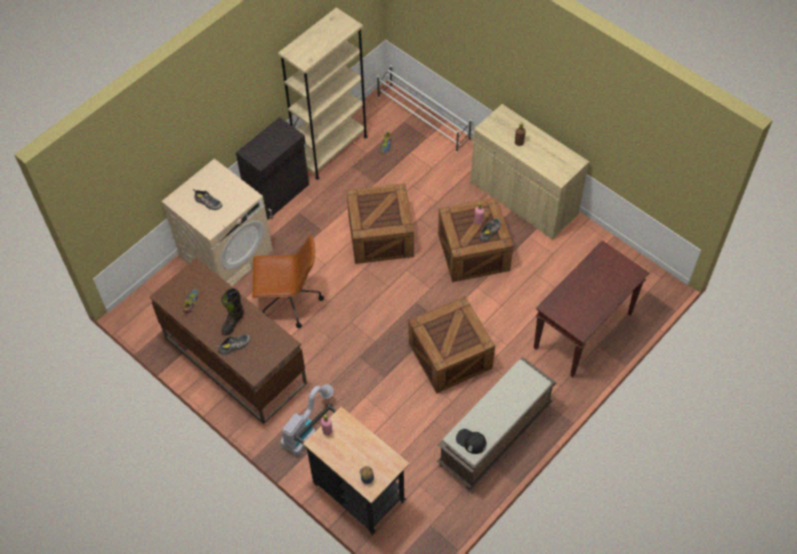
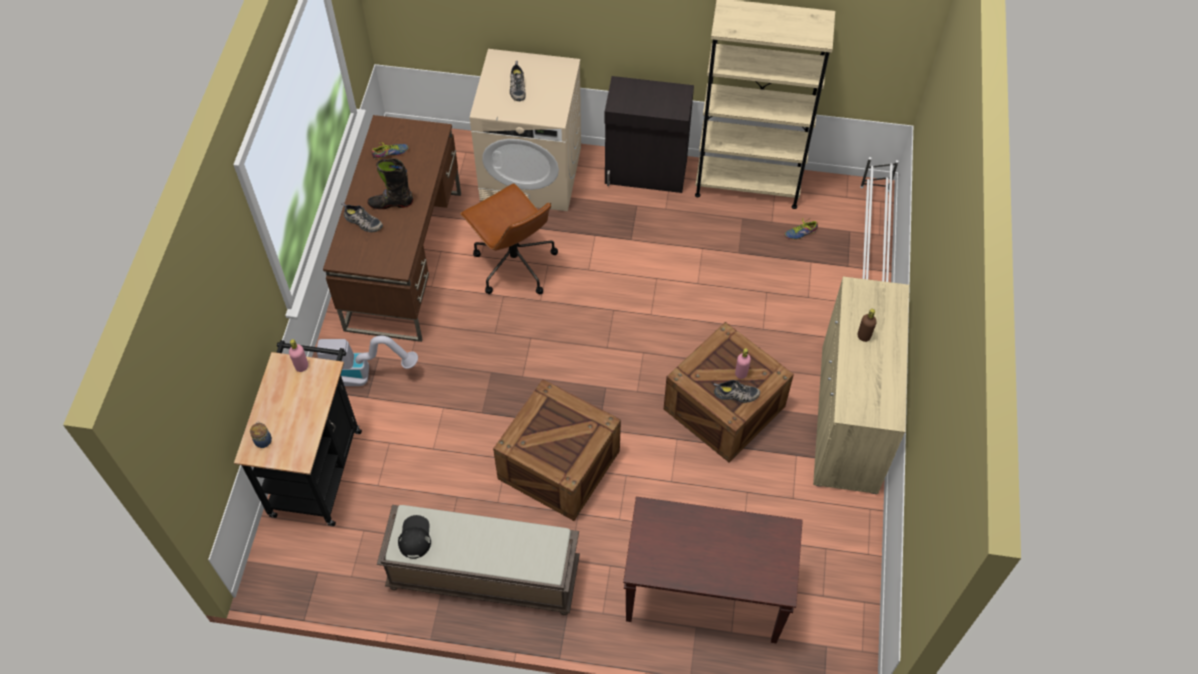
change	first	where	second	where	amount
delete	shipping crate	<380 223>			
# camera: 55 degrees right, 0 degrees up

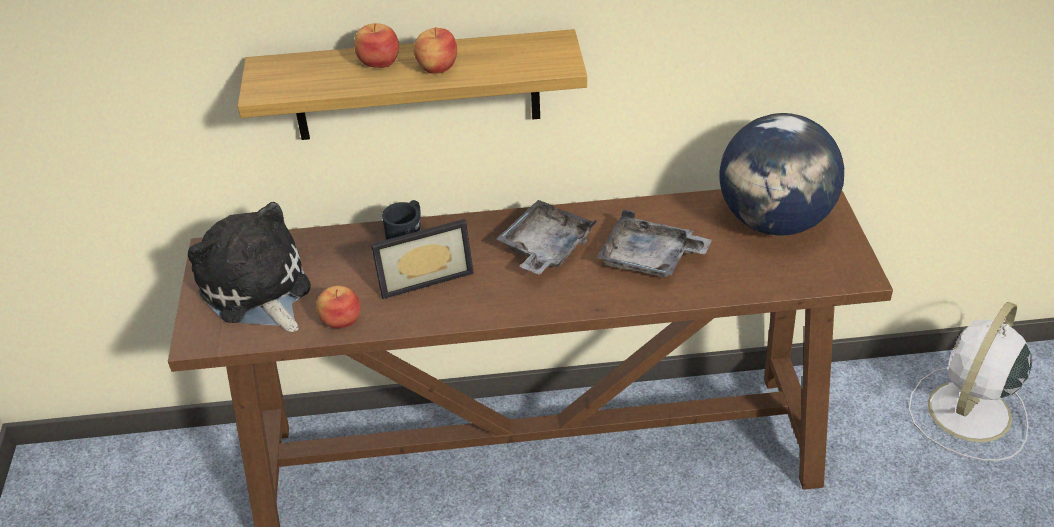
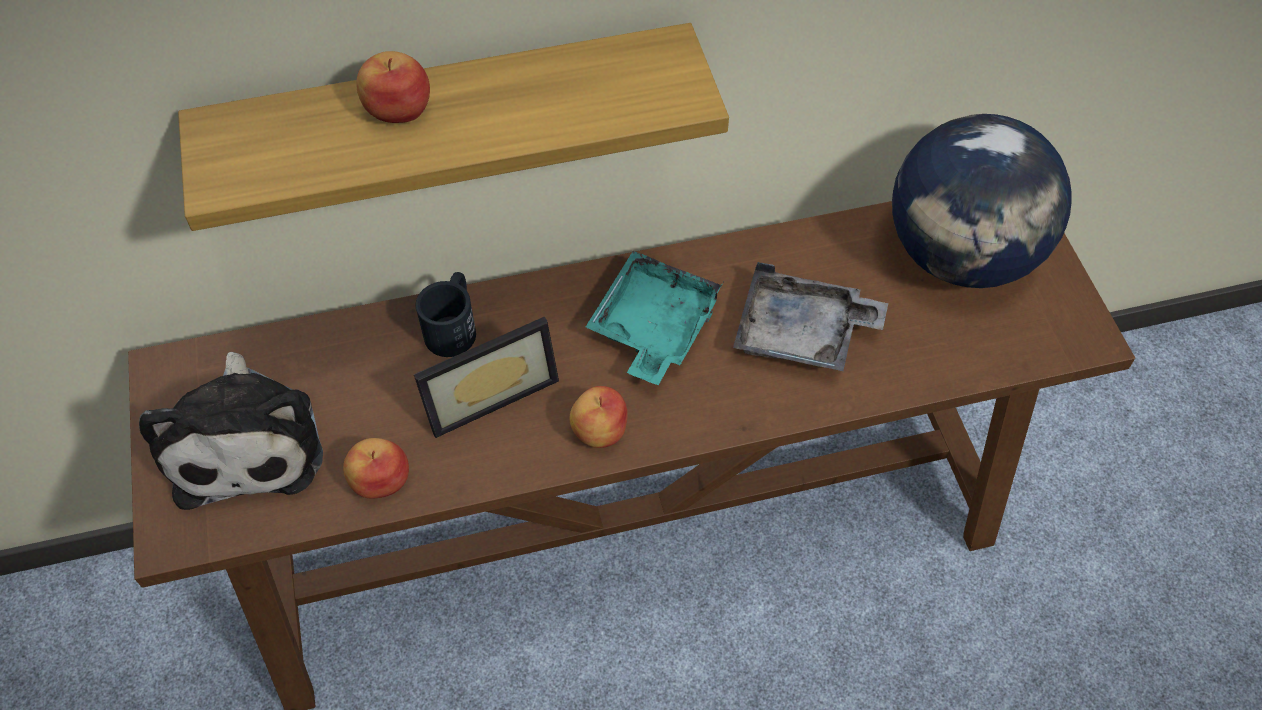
change	first	where	second	where	amount
delete	white fan	<970 381>			
move	apple fruit	<435 50>		<598 417>	
recolor	greyish tray	<546 237>	turquoise-coloured tray	<655 318>	
rotate	soft toy	<249 267>		<231 431>	150 degrees counterclockwise
# camera: 10 degrees left, 15 degrees up

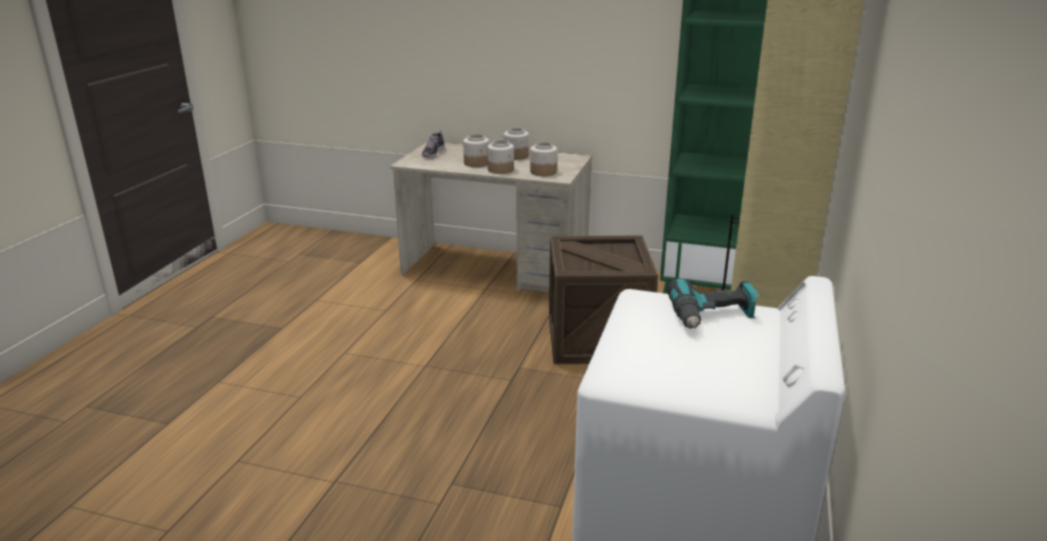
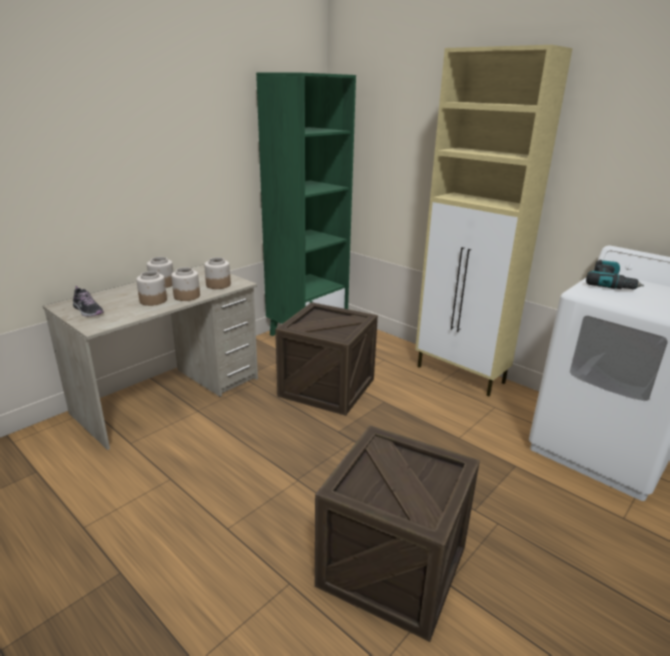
change	first	where	second	where	amount
insert			shipping crate	<397 533>	
# camera: 65 degrees left, 0 degrees up

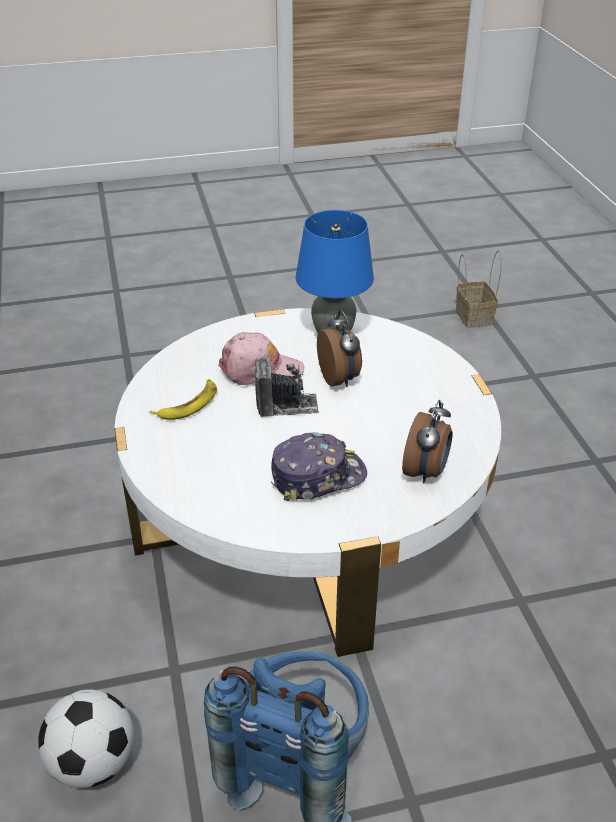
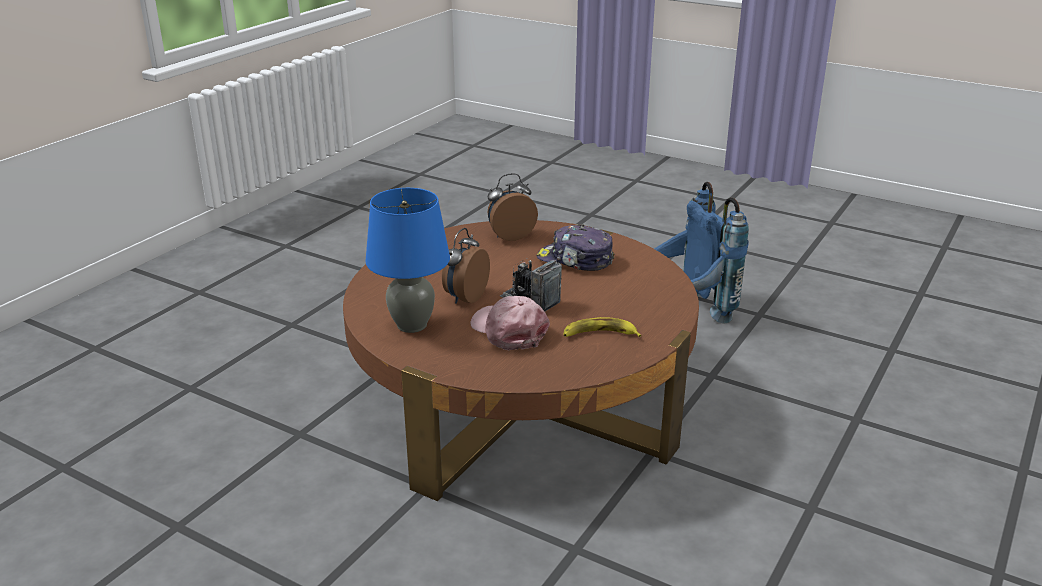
change	first	where	second	where	amount
delete	football ball	<86 738>			
delete	storage basket	<479 289>			
recolor	white low table	<308 482>	brownish low table	<521 360>	
# camera: 135 degrees left, 10 degrees down

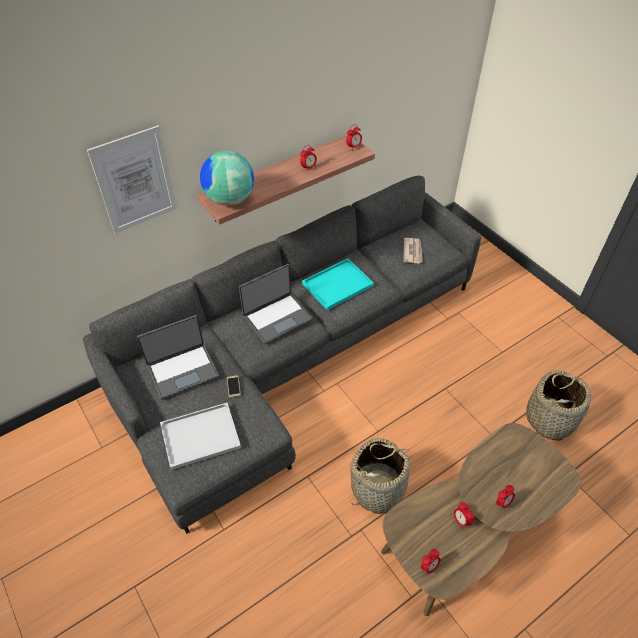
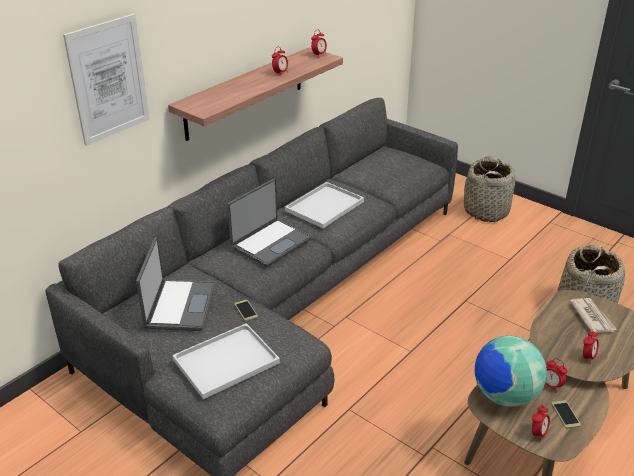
change	first	where	second	where	amount
insert			handset	<566 414>	
move	desk globe	<227 178>		<511 371>	
move	storage basket	<381 476>		<489 189>	
move	daily paper	<413 251>		<593 315>	
recolor	turquoise-coloured tray	<338 284>	white tray	<324 205>	
rotate	portable computer	<178 357>		<175 284>	45 degrees counterclockwise
# camera: 15 degrees left, 15 degrees down

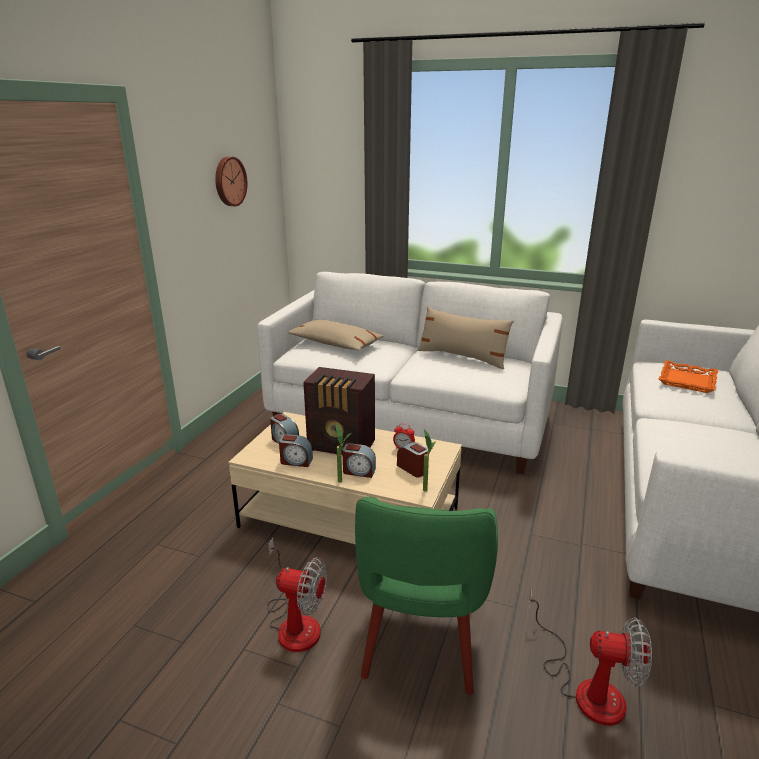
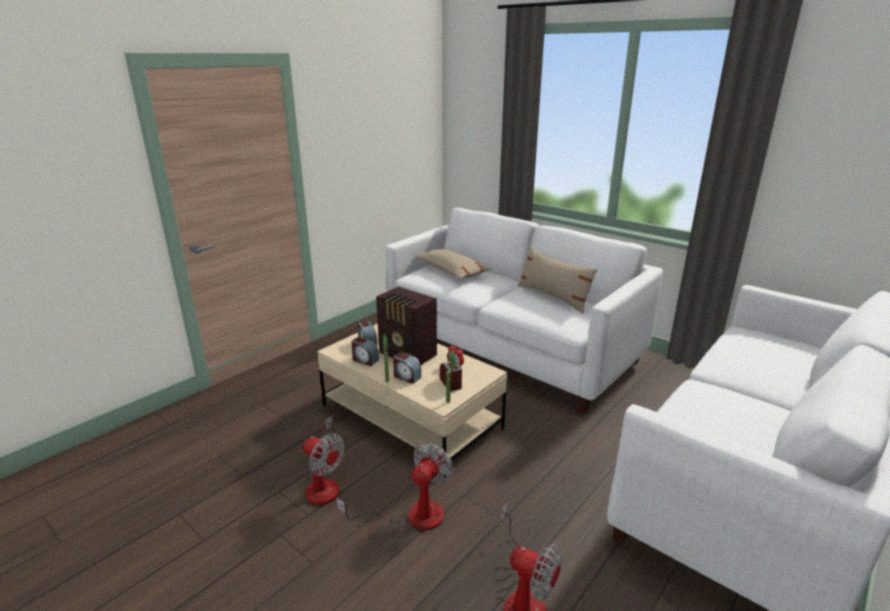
change	first	where	second	where	amount
delete	hanging clock	<231 181>			
delete	orangey tray	<688 376>			
replace	greenish easy chair	<426 595>	fan	<394 489>	
# camera: 20 degrees right, 0 degrees up

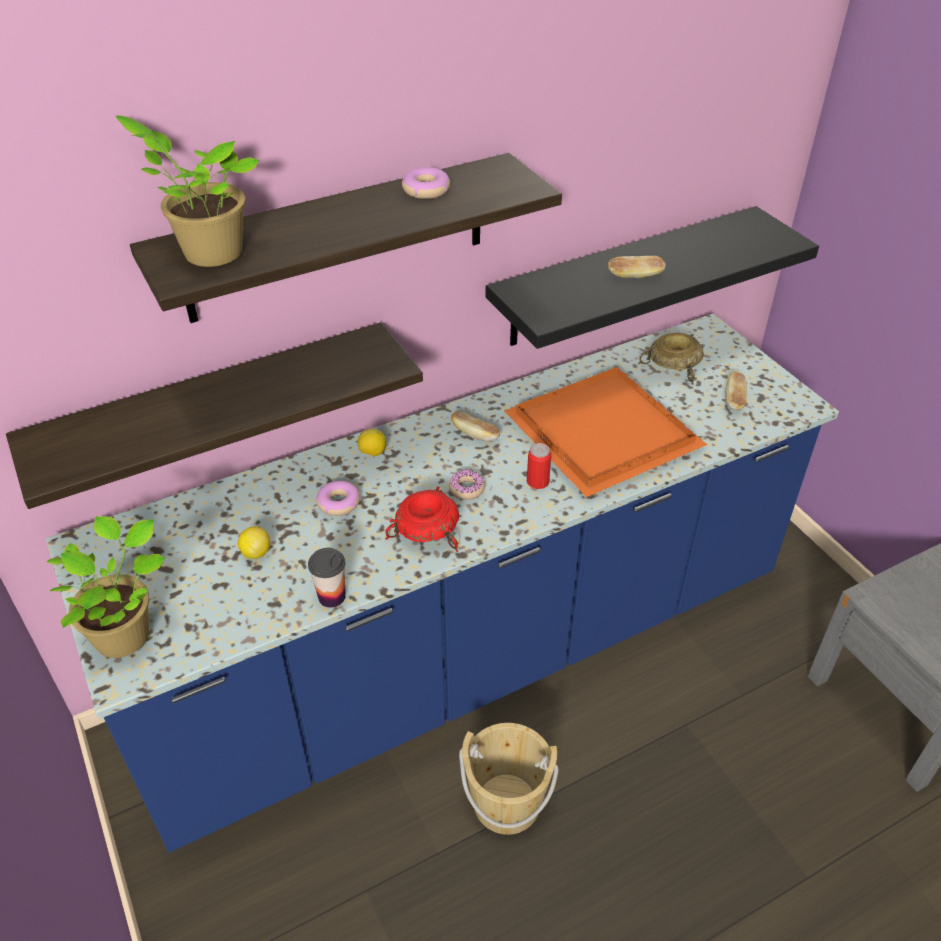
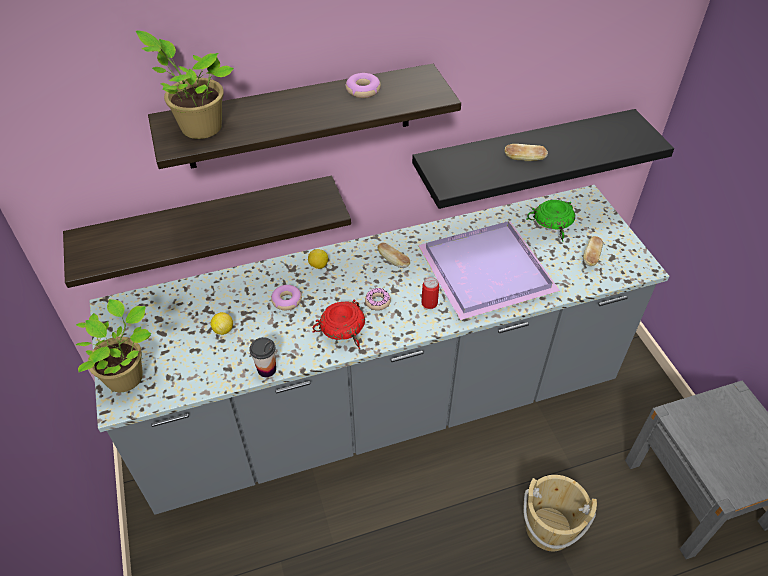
change	first	where	second	where	amount
move	beige-coloured pail	<509 779>		<560 513>	
recolor	blue counter	<442 583>	greyish counter	<379 350>	
recolor	orangey tray	<605 432>	purple tray	<489 270>	
recolor	beige-coloured serving bowl	<671 359>	greenish serving bowl	<550 221>	
# camera: 10 degrees right, 5 degrees up

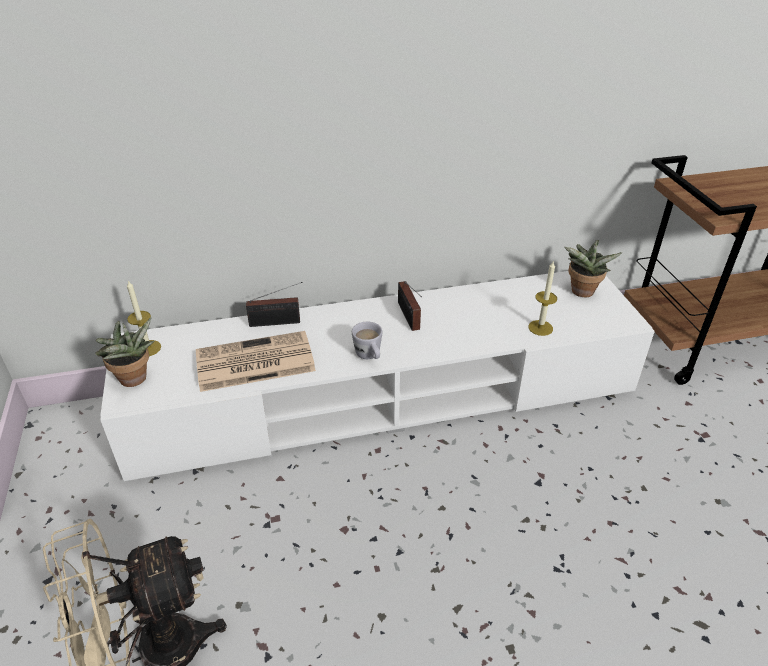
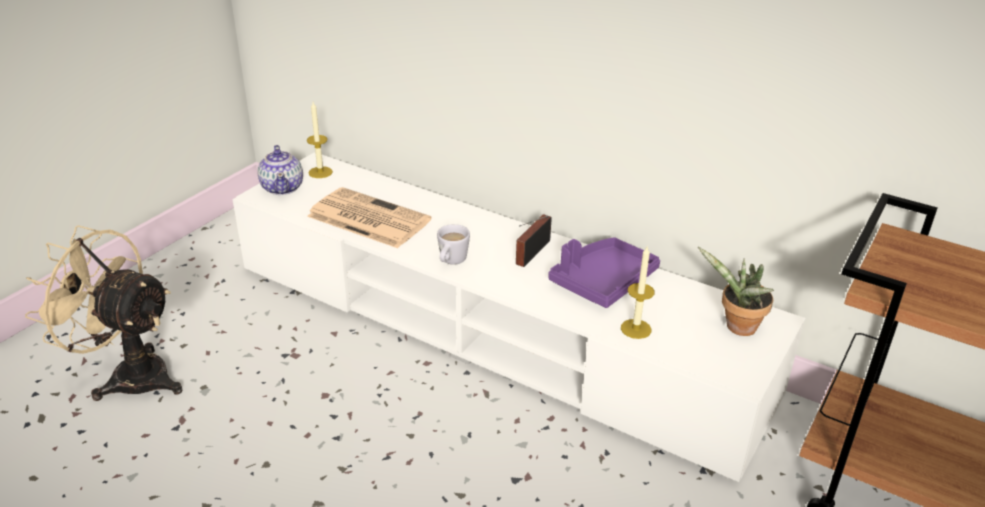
change	first	where	second	where	amount
delete	radio set	<274 304>			
insert			purple tray	<604 272>	
replace	plant in a pot	<124 352>	pot for tea	<280 170>	
# camera: 45 degrees right, 5 degrees down

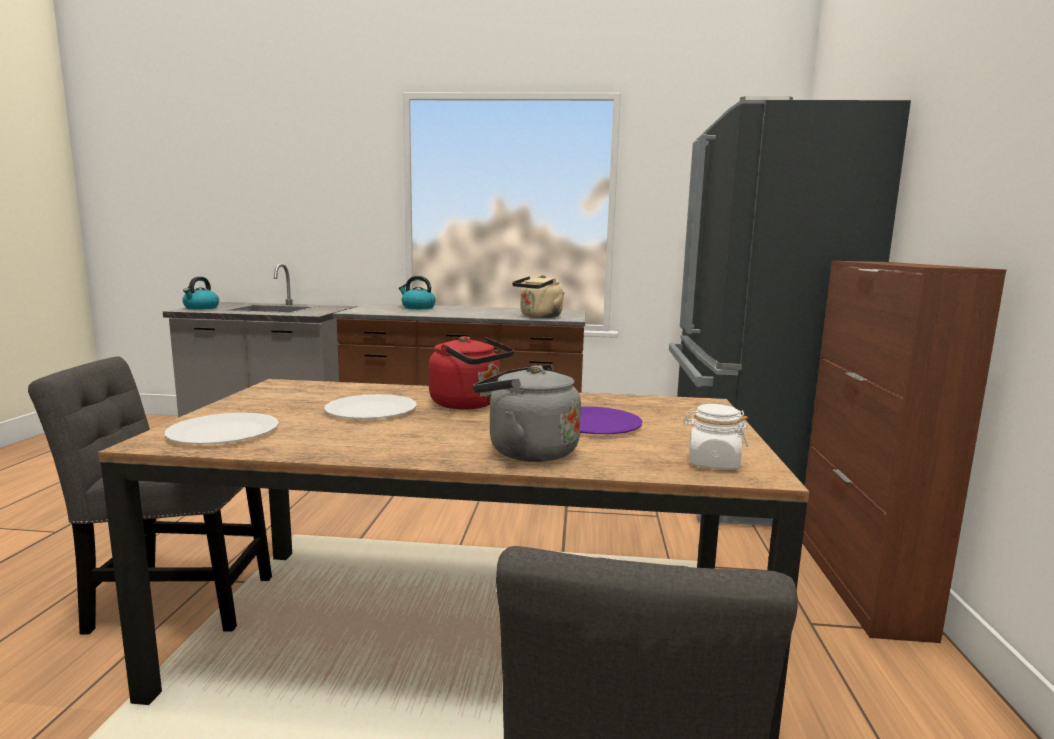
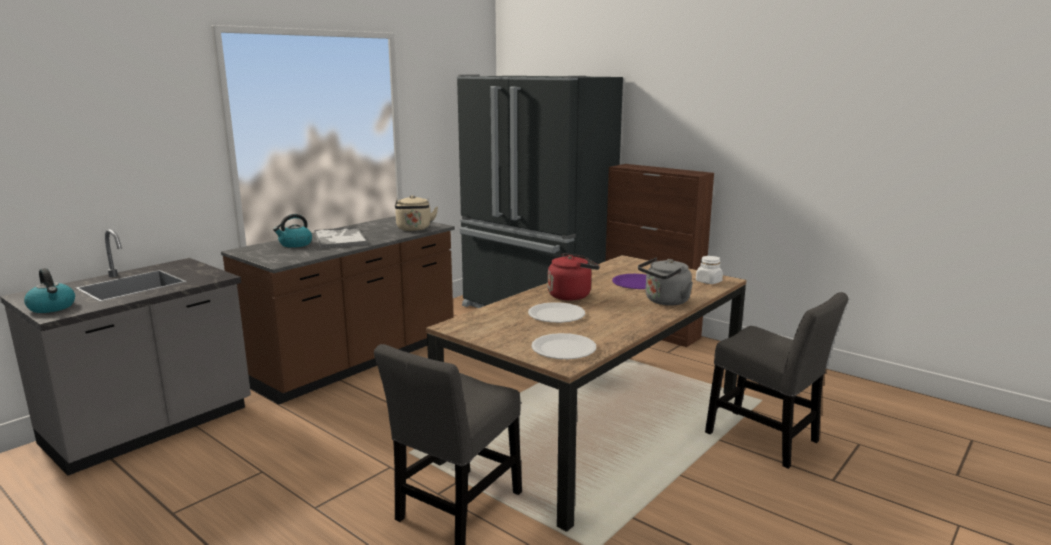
change	first	where	second	where	amount
insert			tray	<341 238>	
# camera: 55 degrees left, 5 degrees up

